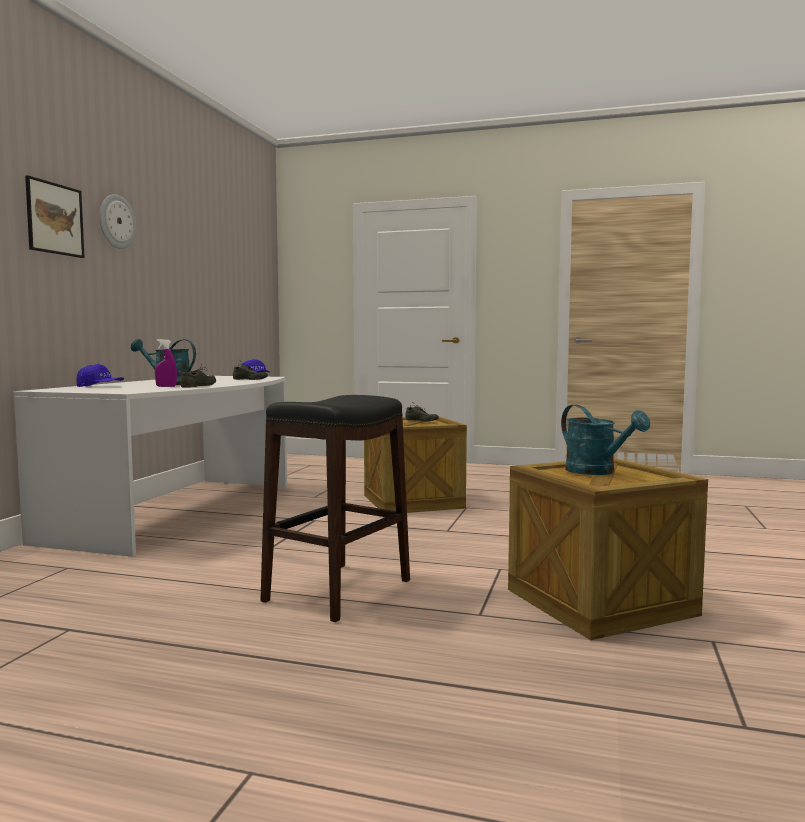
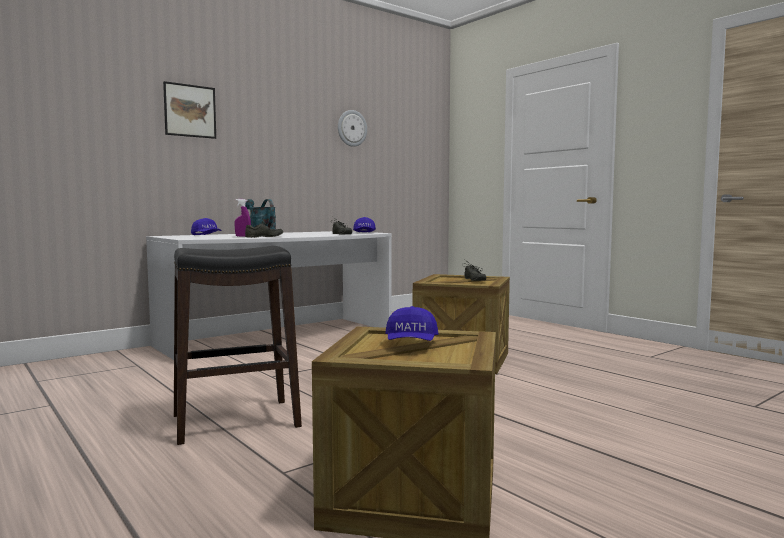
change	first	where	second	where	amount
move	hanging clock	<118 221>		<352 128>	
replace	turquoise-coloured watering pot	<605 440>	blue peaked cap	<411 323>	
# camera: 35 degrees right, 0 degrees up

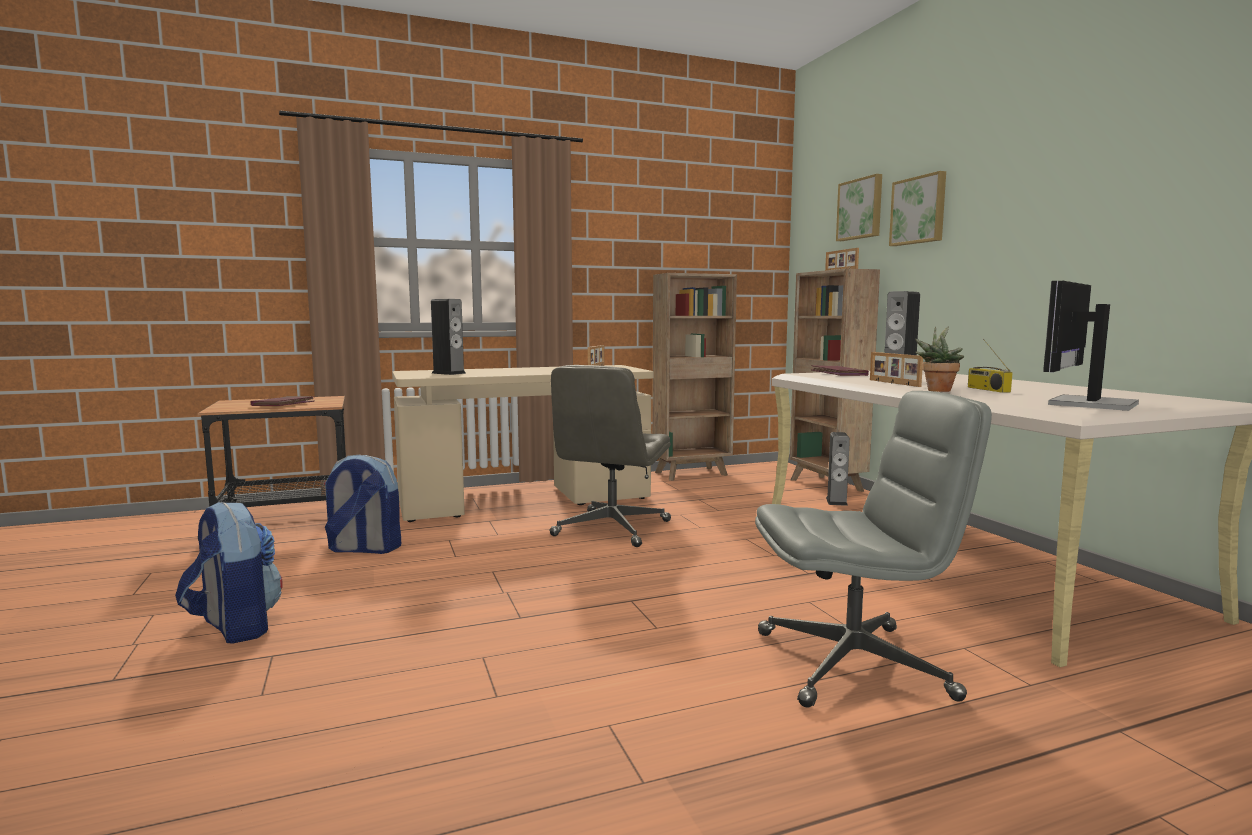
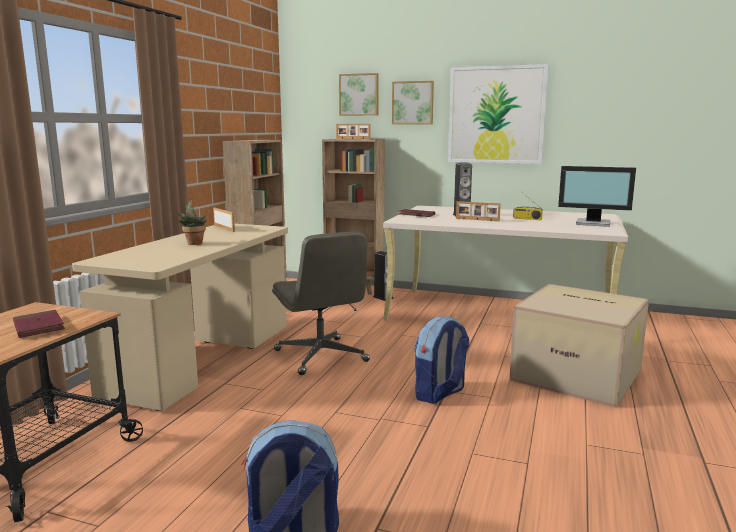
change	first	where	second	where	amount
delete	loudspeaker	<448 337>			
insert			picture	<498 114>	
move	knapsack	<362 504>		<441 360>	
move	plant in a pot	<939 359>		<191 222>	
replace	greyish computer chair	<873 549>	cardboard box	<579 346>	
rotate	computer screen	<1091 346>		<597 196>	60 degrees counterclockwise
# camera: 50 degrees left, 5 degrees up

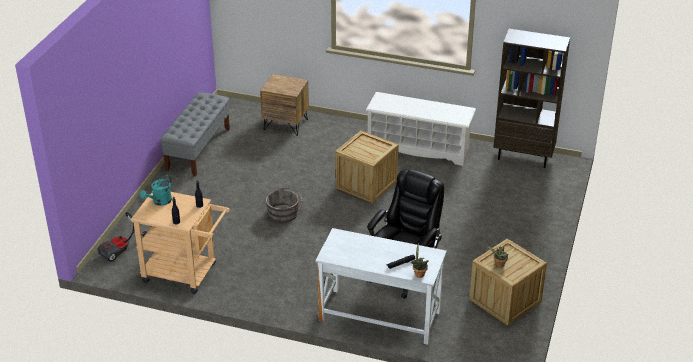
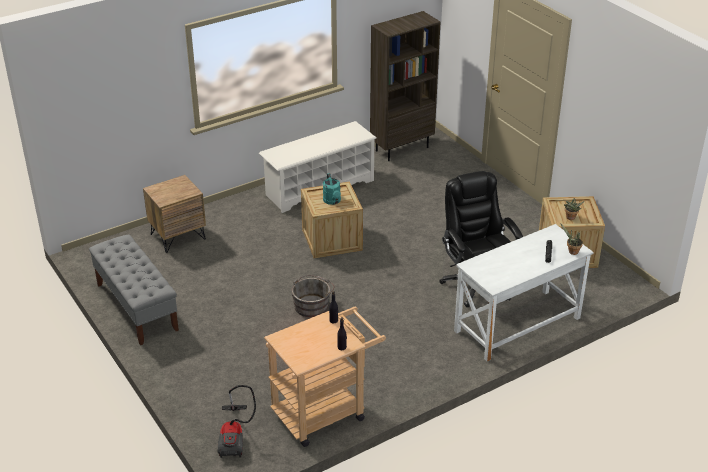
change	first	where	second	where	amount
move	turquoise-coloured watering pot	<156 190>		<332 189>	
# camera: 50 degrees left, 0 degrees up

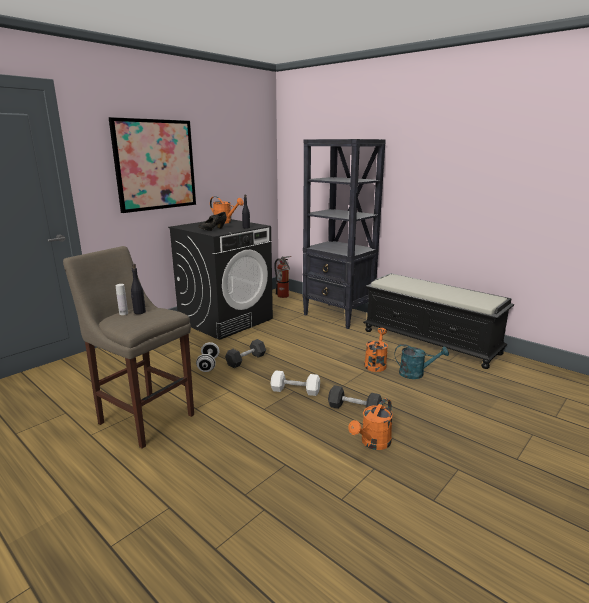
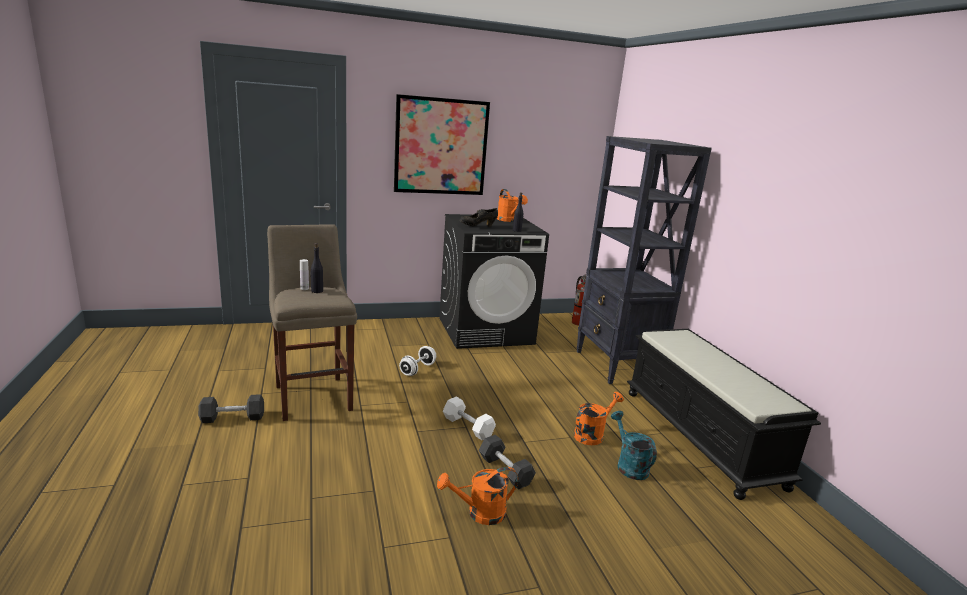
change	first	where	second	where	amount
move	black hand weight	<245 353>		<231 408>	
rotate	turquoise-coloured watering pot	<422 361>		<634 445>	150 degrees counterclockwise
# camera: 30 degrees right, 0 degrees up

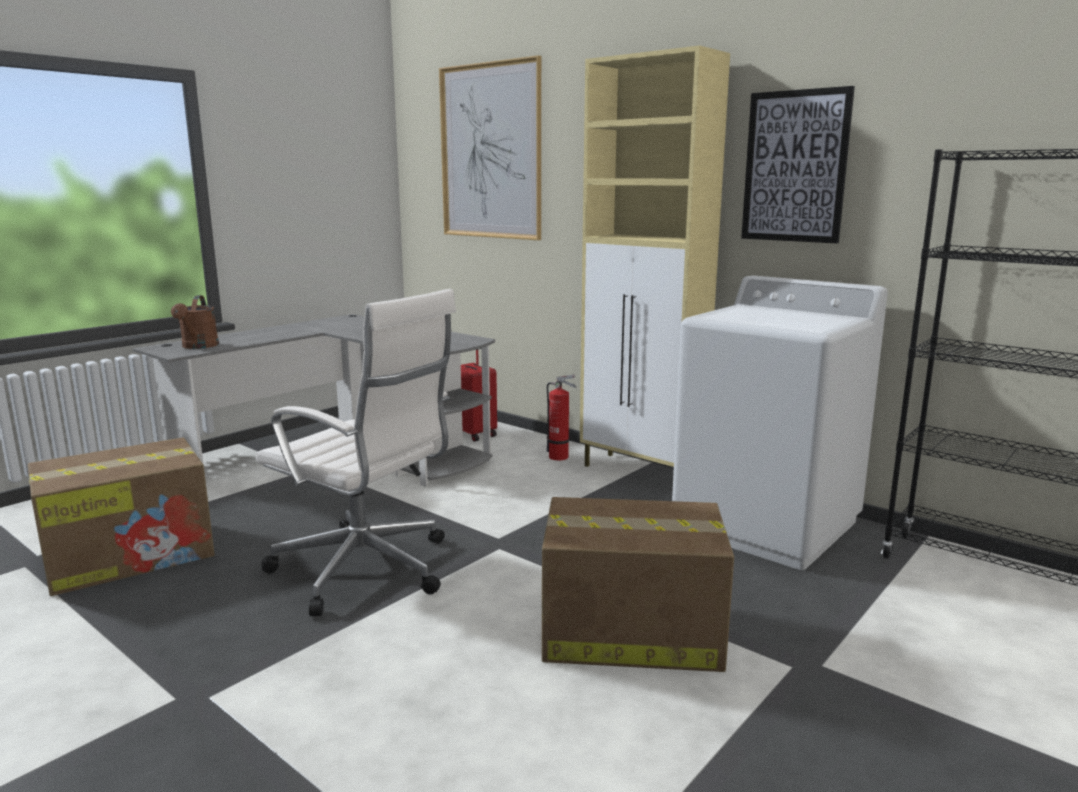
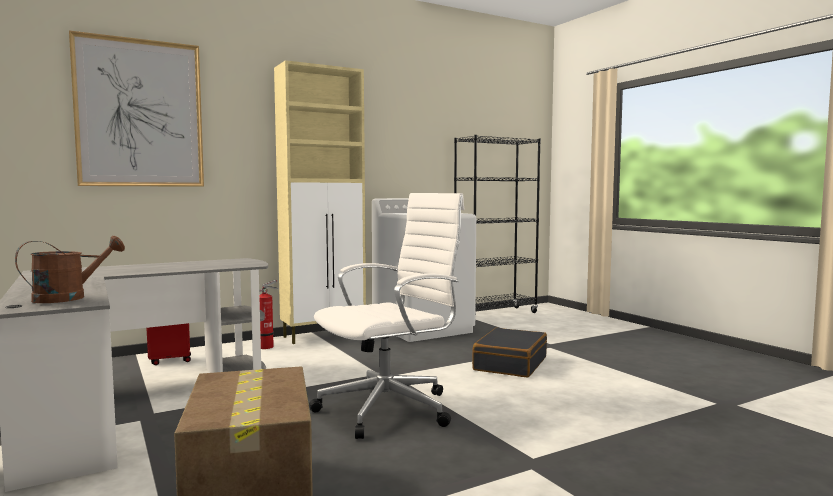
change	first	where	second	where	amount
delete	picture	<798 164>			
replace	cardboard box	<638 584>	black suitcase	<509 353>	
rotate	brownish watering pot	<195 322>		<70 269>	60 degrees counterclockwise
# camera: 70 degrees left, 10 degrees down

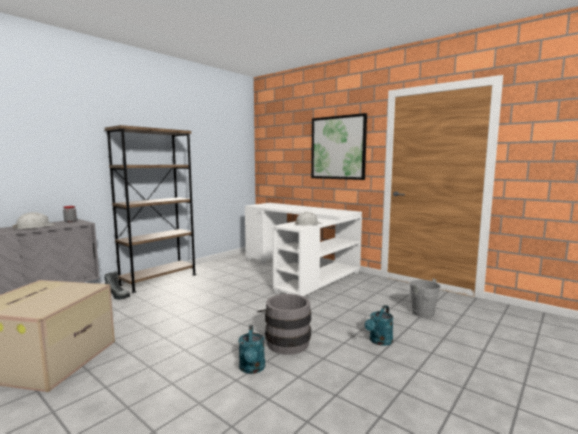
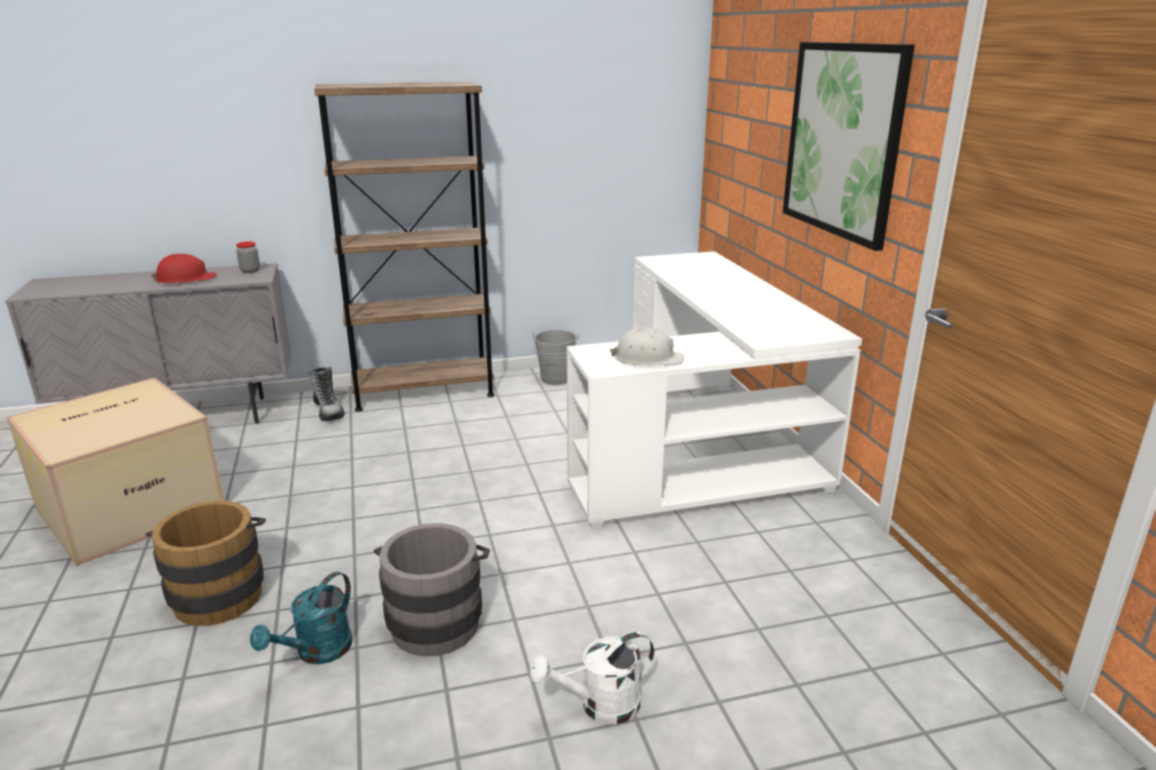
change	first	where	second	where	amount
insert			brownish pail	<206 563>	
move	greyish pail	<427 298>		<556 357>	
recolor	white safety helmet	<33 221>	reddish safety helmet	<183 268>	
recolor	turquoise-coloured watering pot	<379 325>	white watering pot	<592 678>	
# camera: 35 degrees right, 15 degrees up

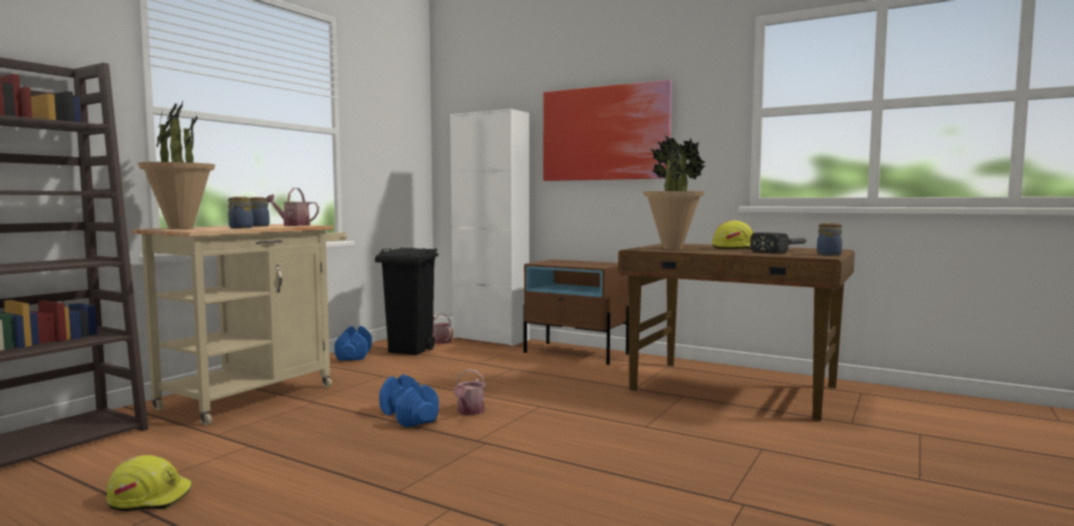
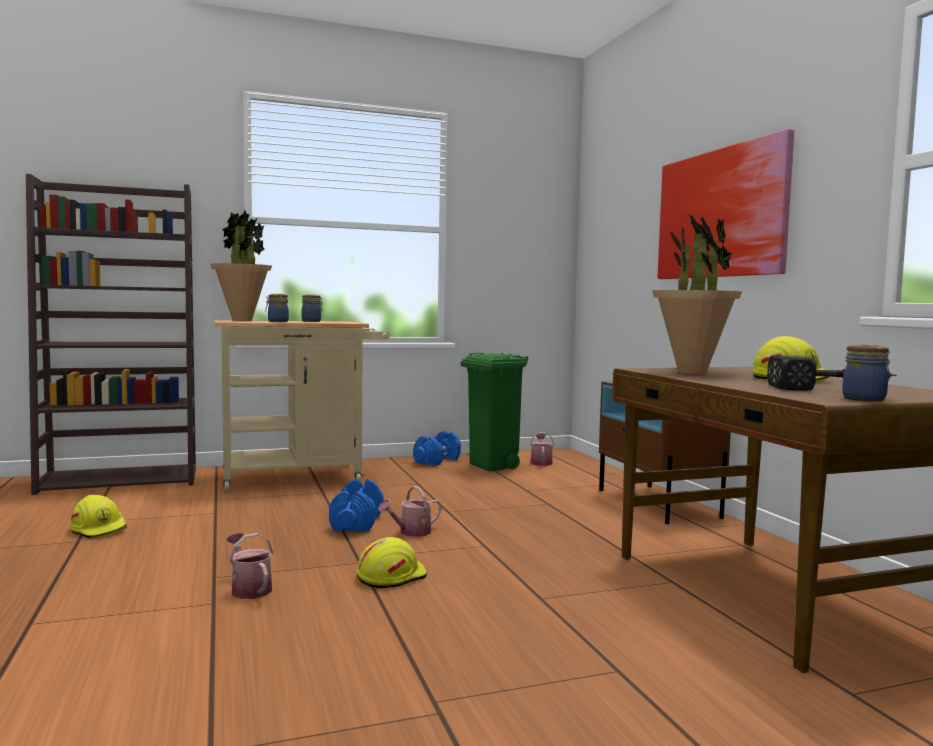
change	first	where	second	where	amount
delete	white cupboard	<489 227>			
insert			yellowish safety helmet	<391 563>	
move	watering pot	<292 207>		<250 566>	
recolor	black waste bin	<407 301>	greenish waste bin	<495 412>	
# camera: 40 degrees right, 0 degrees up

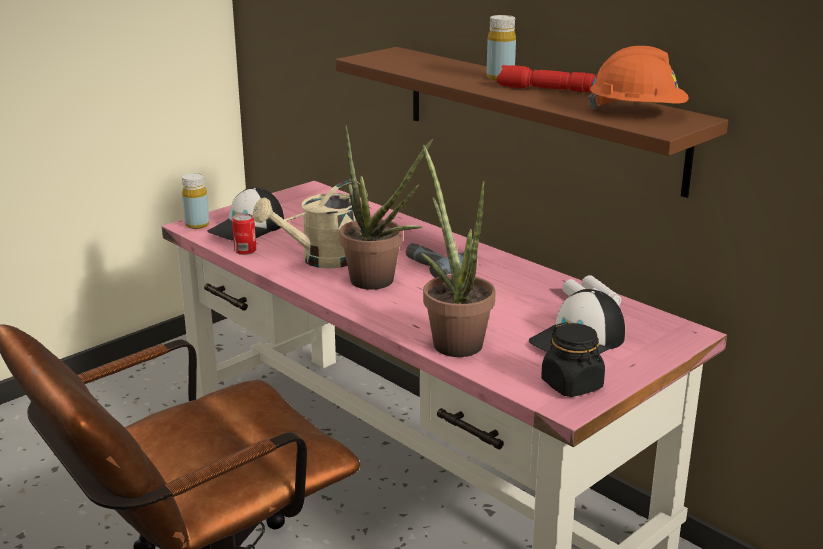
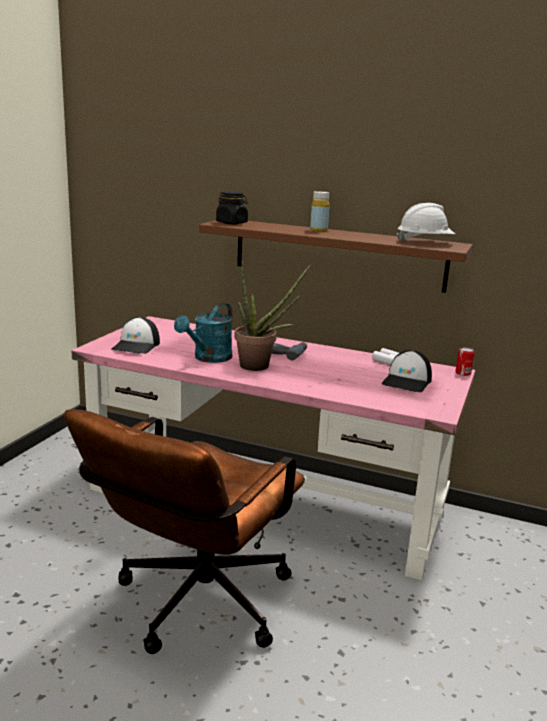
change	first	where	second	where	amount
delete	yellowish bottle	<195 201>			
delete	plant in a pot	<458 251>			
delete	reddish torch	<547 78>			
move	can	<244 234>		<465 361>	
move	black storage jar	<573 359>		<232 208>	
recolor	beige-coloured watering pot	<310 224>	turquoise-coloured watering pot	<203 333>	
recolor	orangey safety helmet	<638 78>	white safety helmet	<426 222>	
# camera: 25 degrees left, 5 degrees down

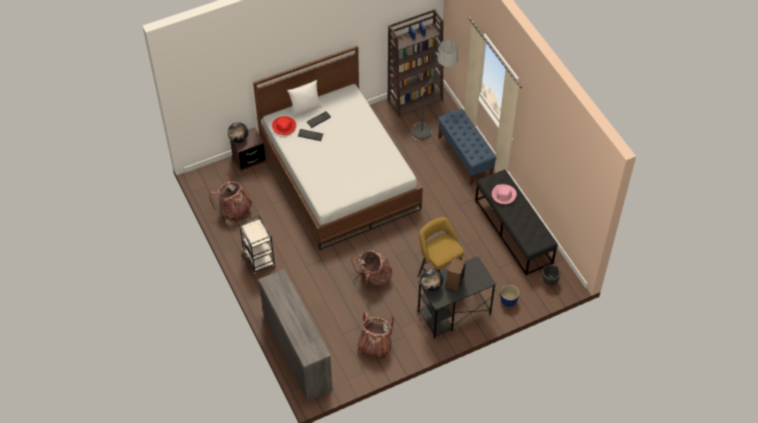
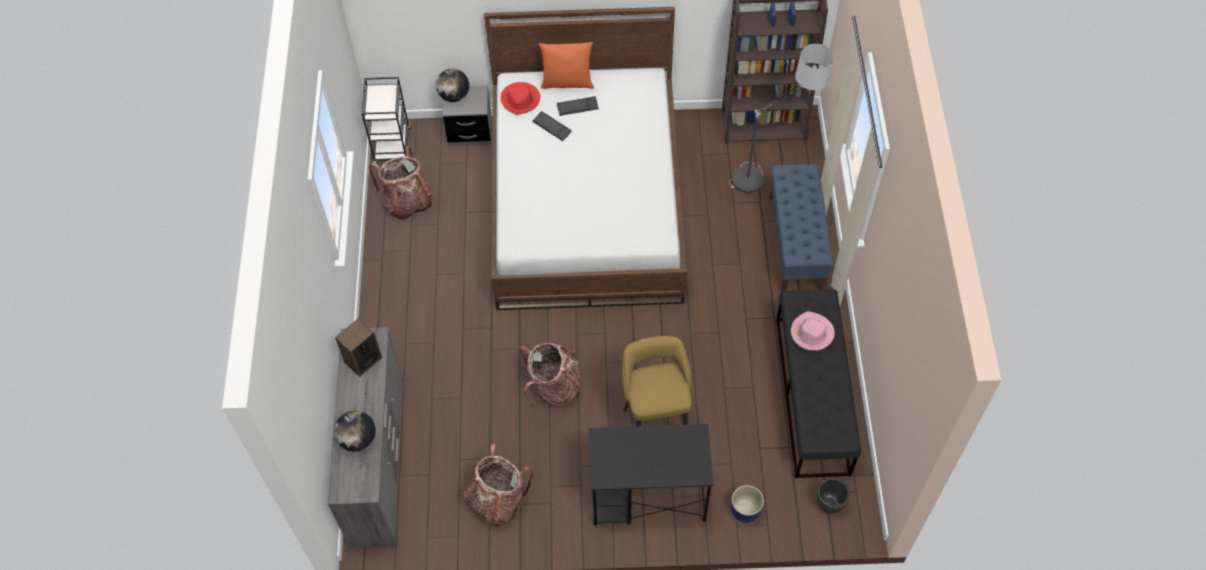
change	first	where	second	where	amount
move	black trolley	<257 244>		<386 120>	
move	desk globe	<431 279>		<355 430>	
move	loudspeaker	<456 274>		<358 347>	
recolor	brownish bedside table	<248 149>	greyish bedside table	<467 115>	
recolor	white throw pillow	<304 98>	orangey throw pillow	<566 65>	
# camera: 25 degrees right, 5 degrees up

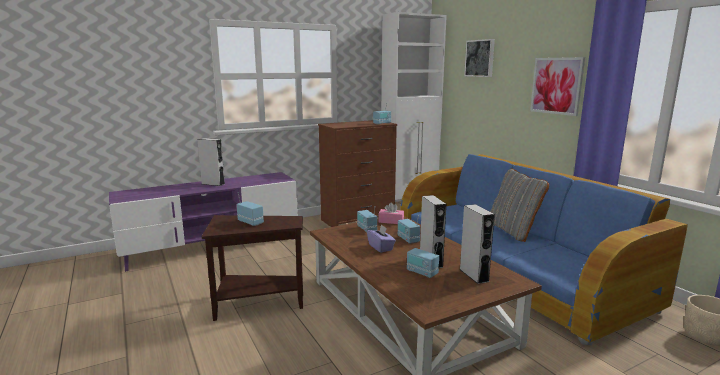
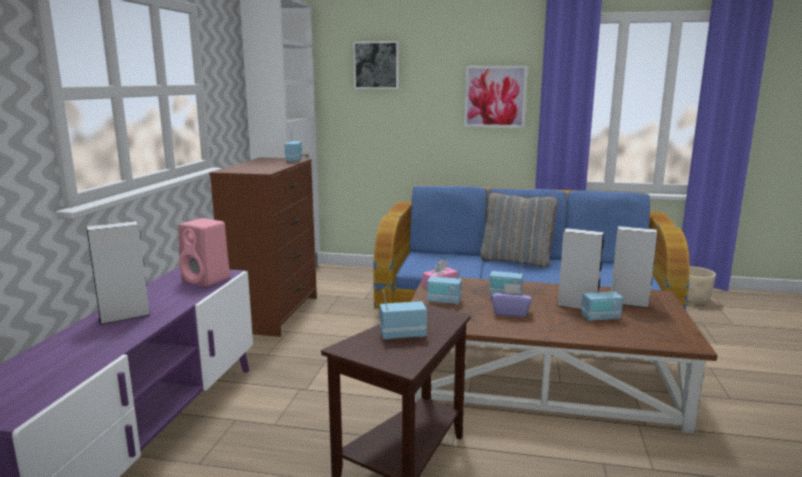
change	first	where	second	where	amount
insert			pink-coloured loudspeaker	<204 252>	
# camera: 50 degrees left, 0 degrees up

